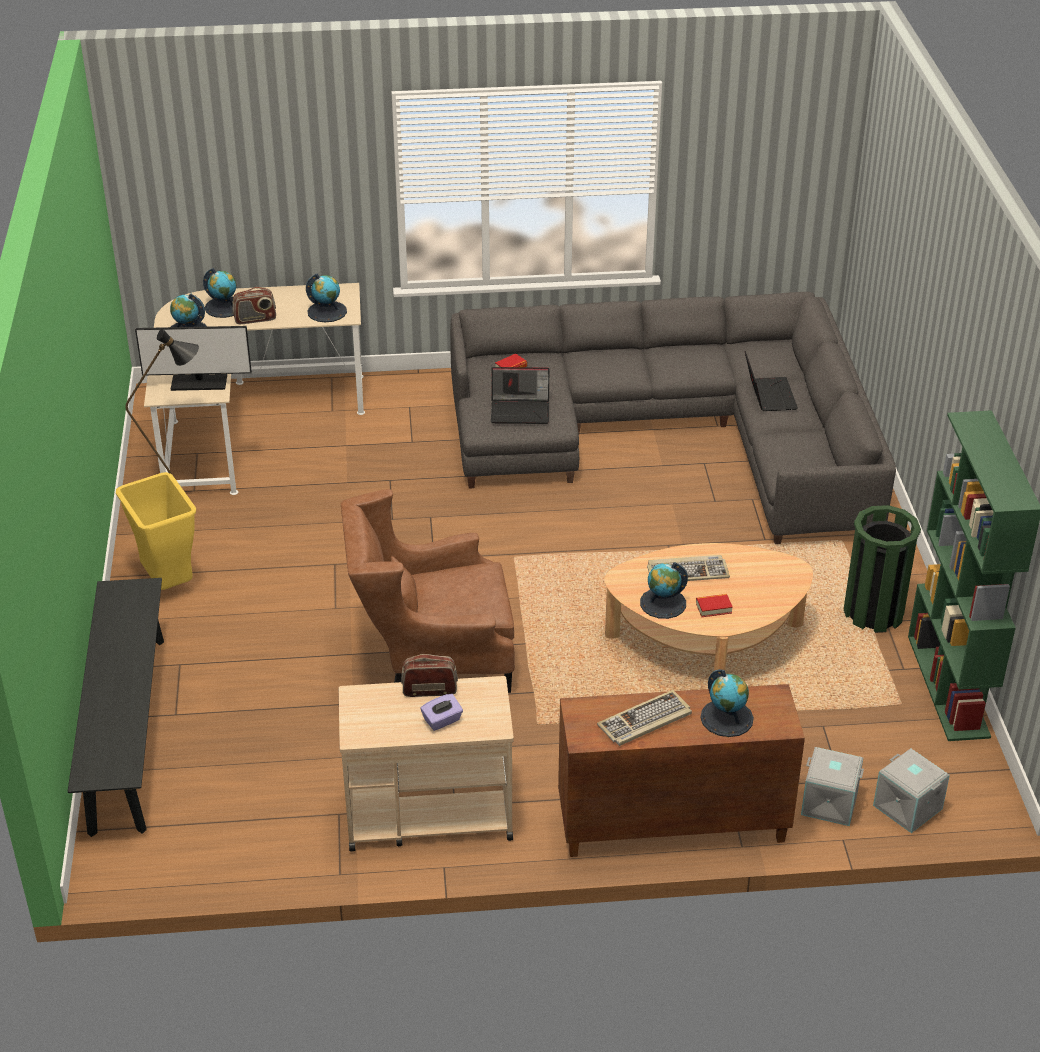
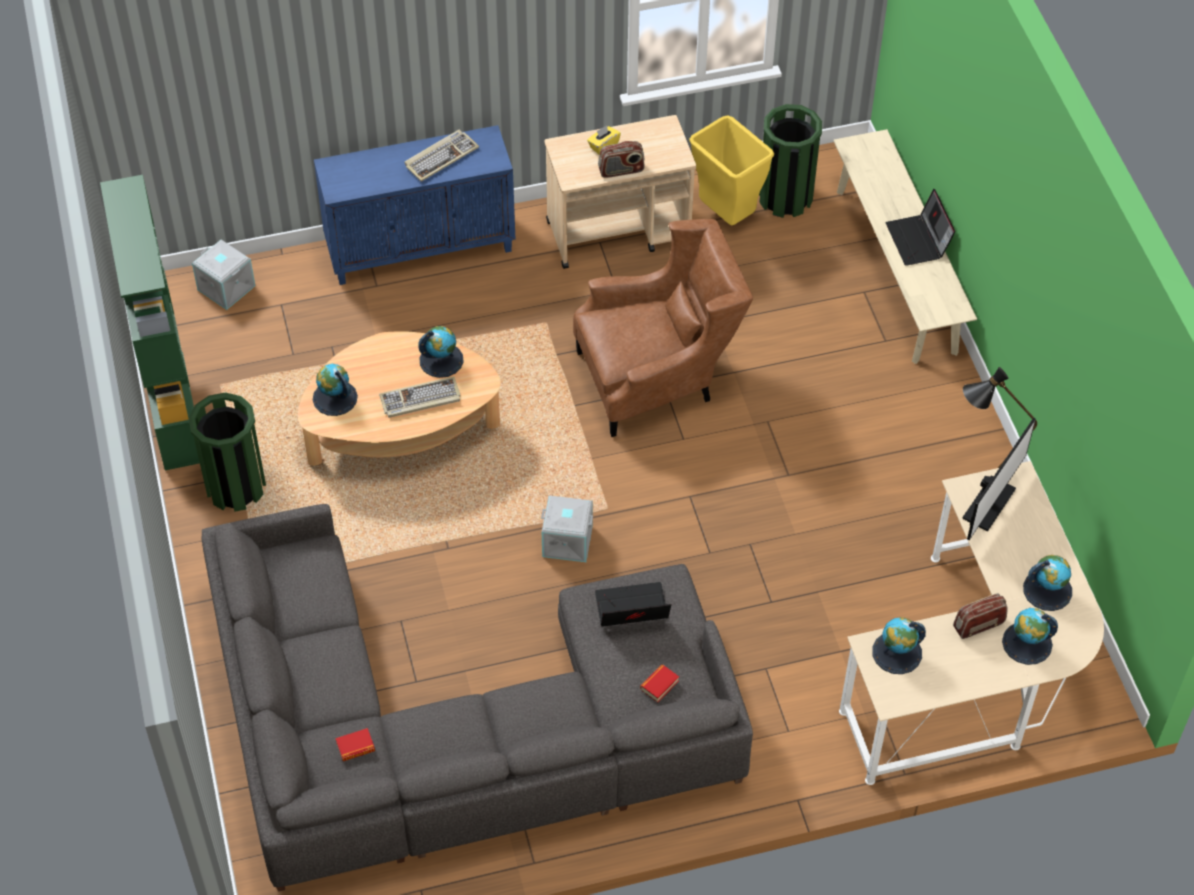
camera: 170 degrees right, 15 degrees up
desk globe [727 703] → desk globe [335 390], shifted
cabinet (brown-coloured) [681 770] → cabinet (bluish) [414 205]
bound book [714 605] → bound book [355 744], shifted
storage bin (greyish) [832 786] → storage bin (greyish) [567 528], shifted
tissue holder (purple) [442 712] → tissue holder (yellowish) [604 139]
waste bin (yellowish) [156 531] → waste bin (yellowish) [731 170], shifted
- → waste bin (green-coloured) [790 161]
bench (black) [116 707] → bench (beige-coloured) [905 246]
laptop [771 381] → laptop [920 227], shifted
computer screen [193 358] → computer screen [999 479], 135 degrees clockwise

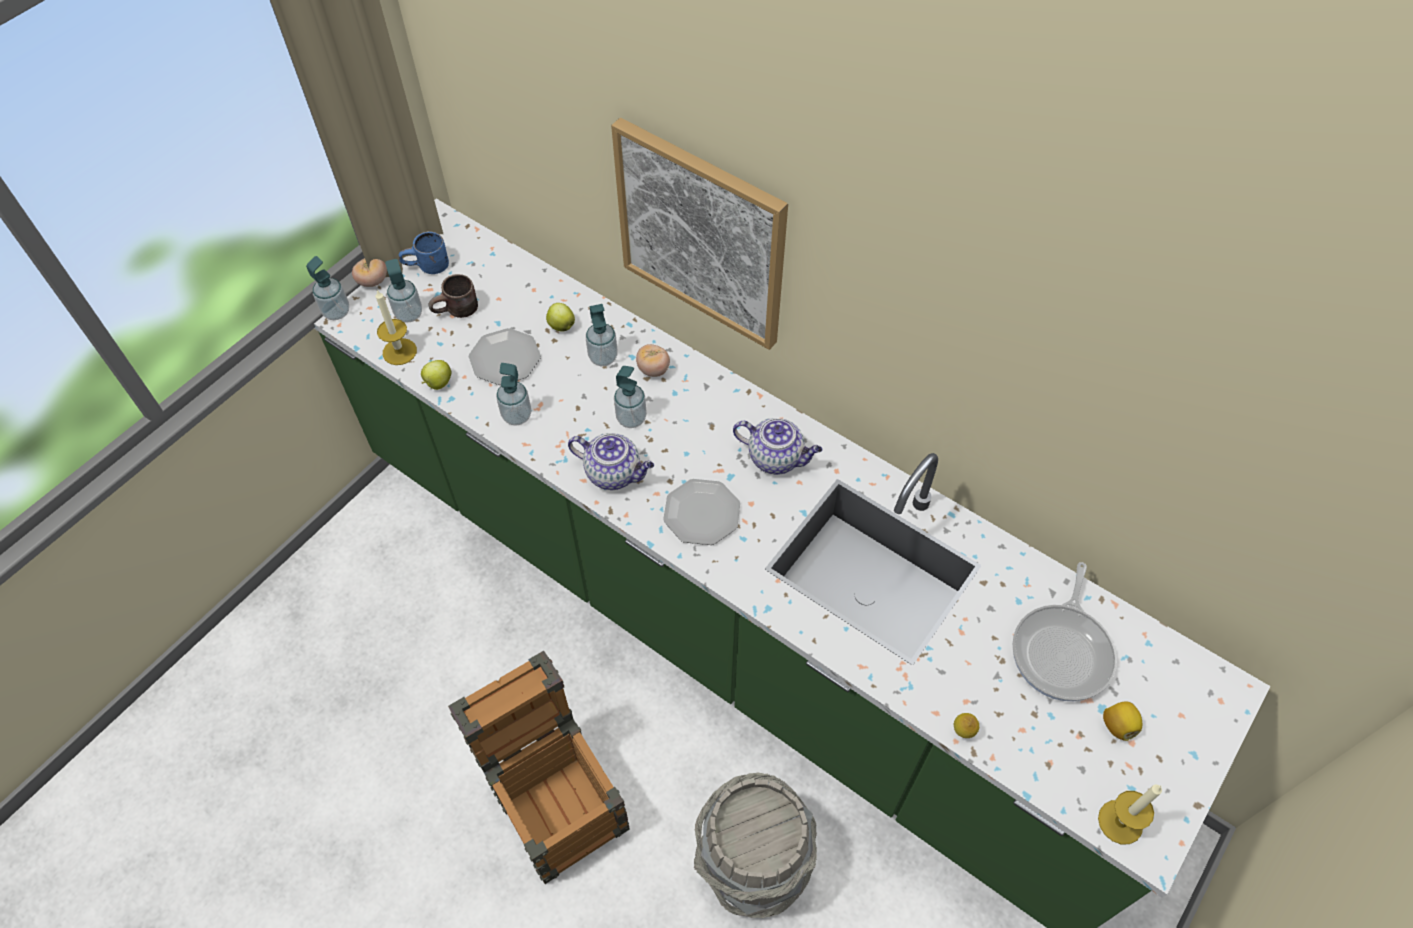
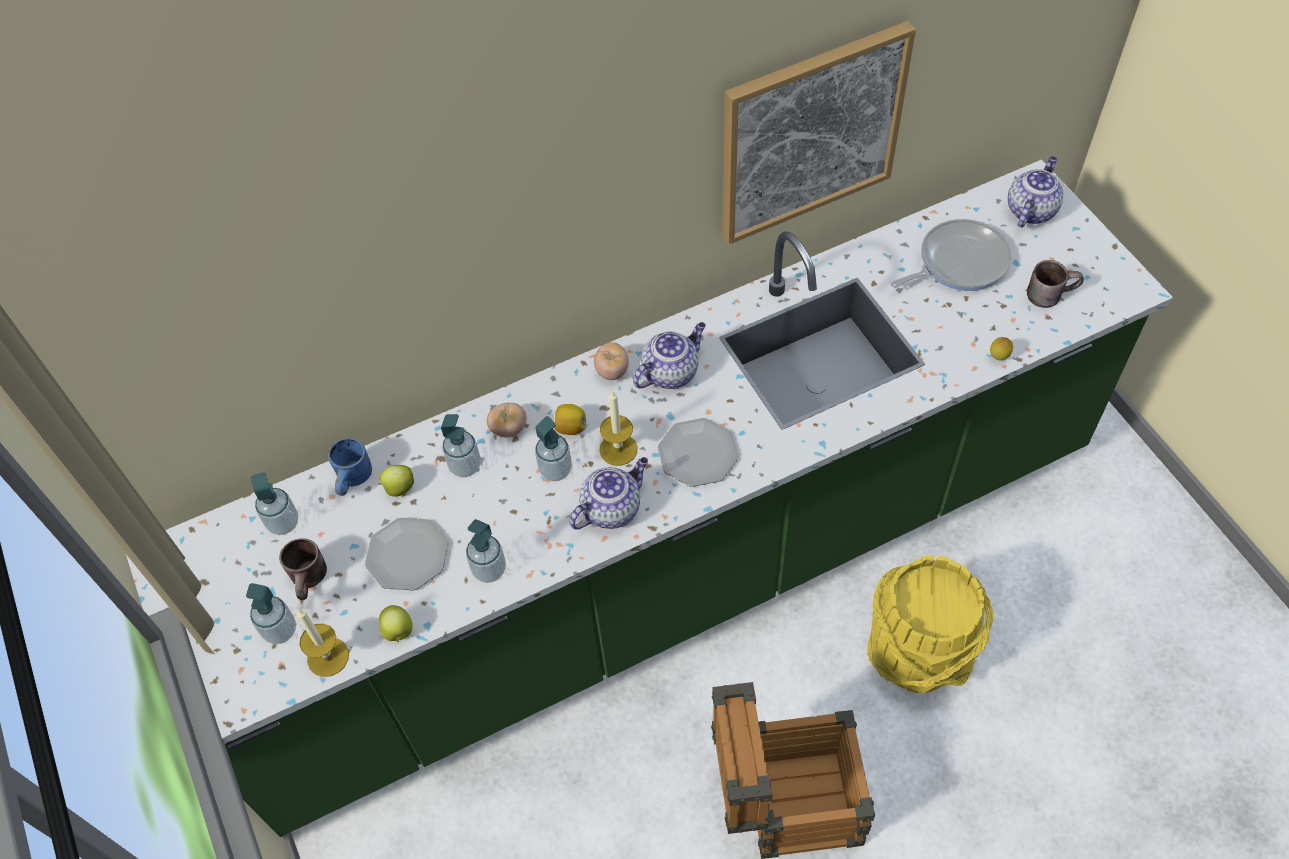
camera: 60 degrees left, 0 degrees up
liquid soap bottle [327 288] → liquid soap bottle [274 503], shifted
tea mug (bluish) [423 252] → tea mug (bluish) [350 467], shifted
whole lemon [1122 721] → whole lemon [570 419], shifted
fresh tomato [369 272] → fresh tomato [611 361], shifted
wax candle [1130 814] → wax candle [618 428], shifted
picture [699 234] → picture [819 132], shifted
bucket (greyish) [755 845] → bucket (yellowish) [930 624]
pan [1064 632] → pan [951 255], 75 degrees counterclockwise
- → pot for tea [1036 191]
- → tea mug (brown-coloured) [1055 284]

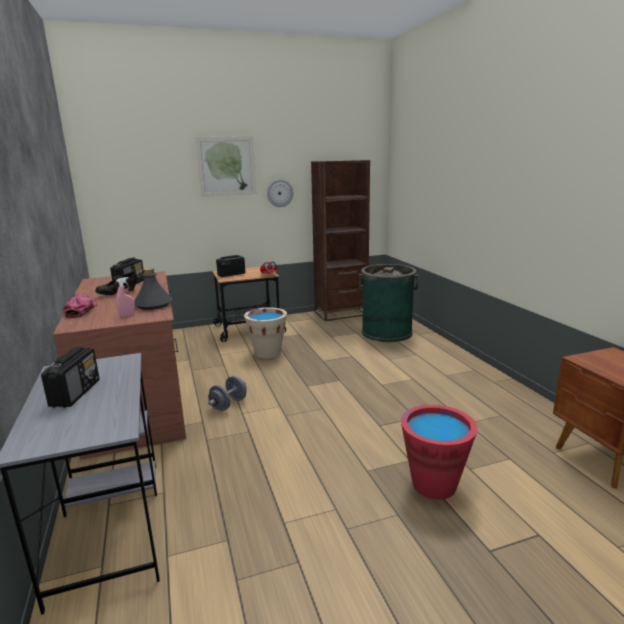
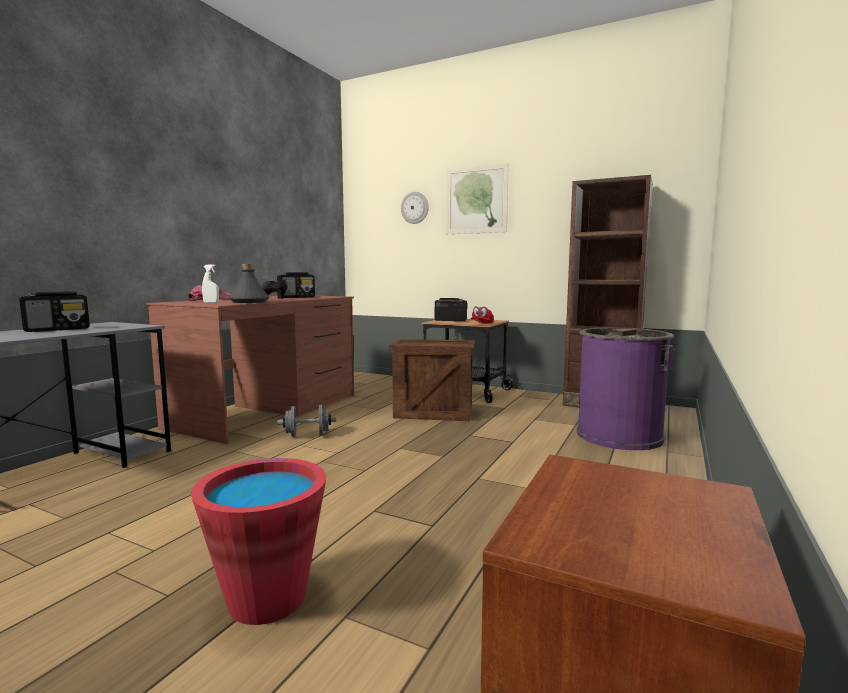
camera: 45 degrees right, 10 degrees down
sprayer (pink) [125 297] → sprayer (whitish) [210 283]
bucket (beige-coloured) [265 333] → packing crate [432 380]
wall clock [280 193] → wall clock [414 208], shifted
waste bin (green-coloured) [389 303] → waste bin (purple) [625 389]

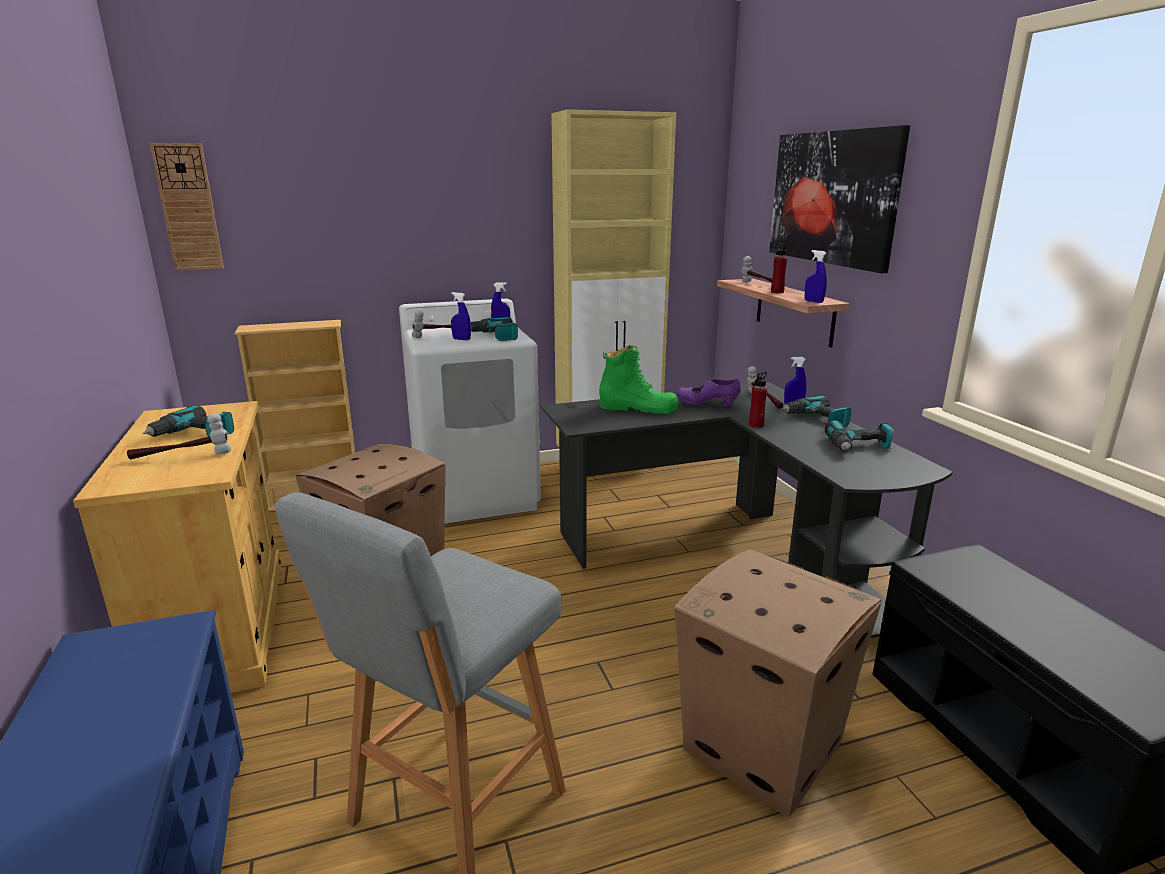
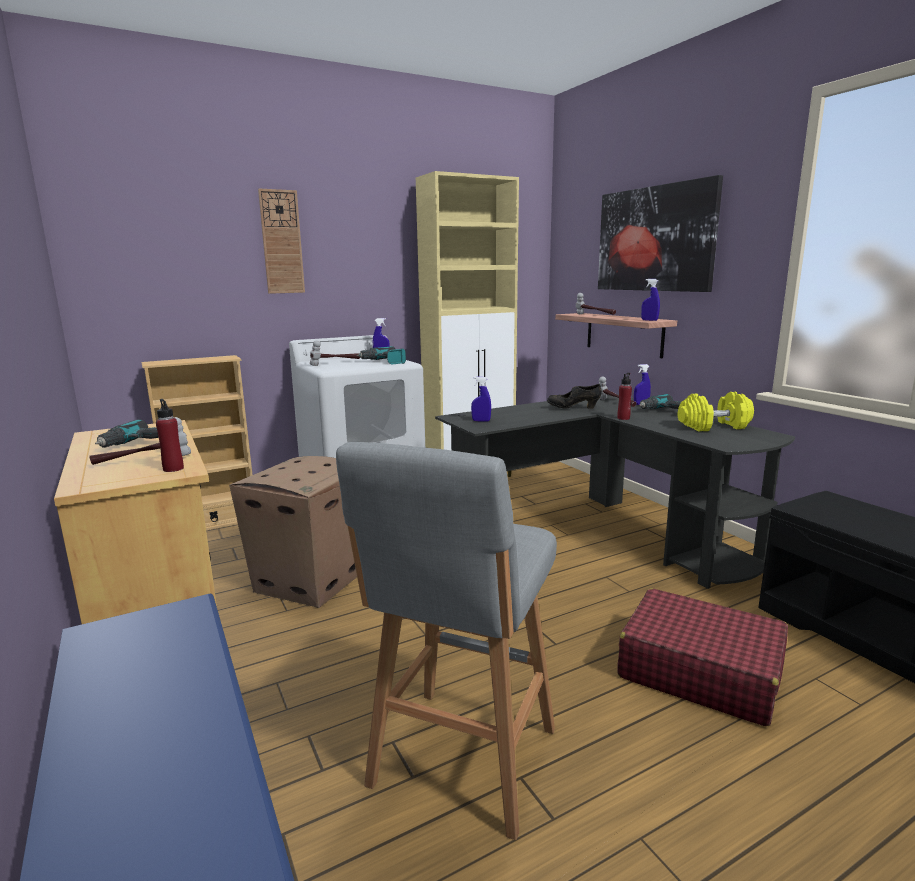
camera: 10 degrees left, 5 degrees down
beverage bottle (red-coloured) [779 268] → beverage bottle (red-coloured) [170 435], shifted
wall clock [187 206] → wall clock [281 241], shifted
sprayer (bluish) [461 316] → sprayer (bluish) [481 399], shifted
low shoe (purple) [708 393] → low shoe (black) [574 396]
packing box [777 683] → travel case (red-coloured) [702 657]
electric drill [860 436] → hand weight (yellowish) [715 411]
high-top boot (green-coloured) [638 379] → -

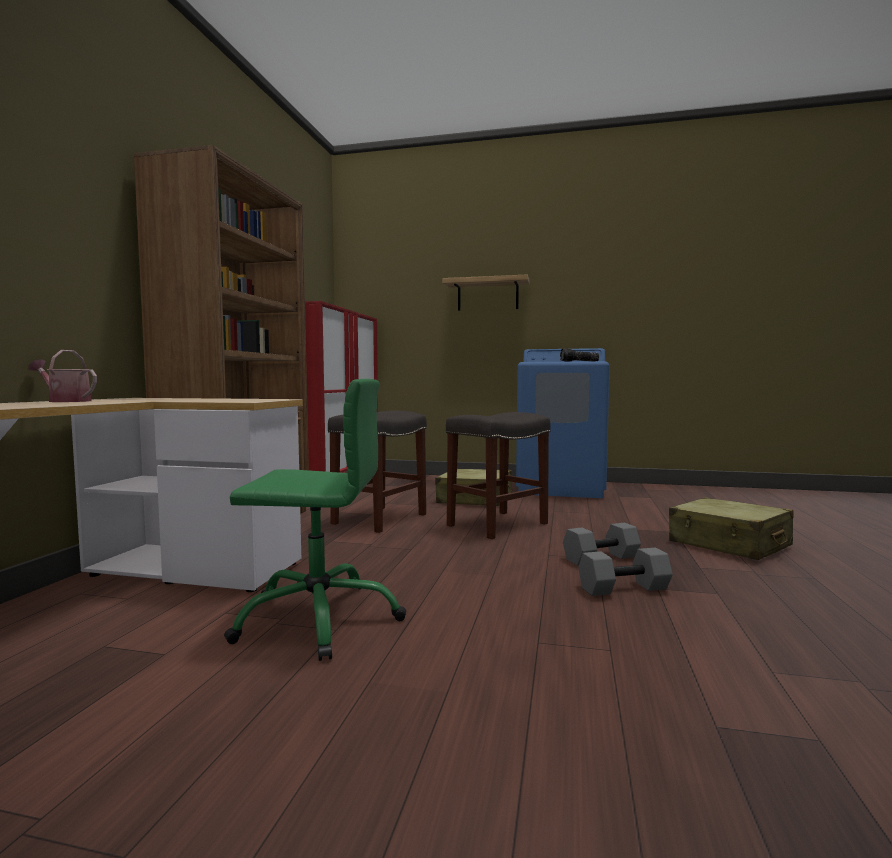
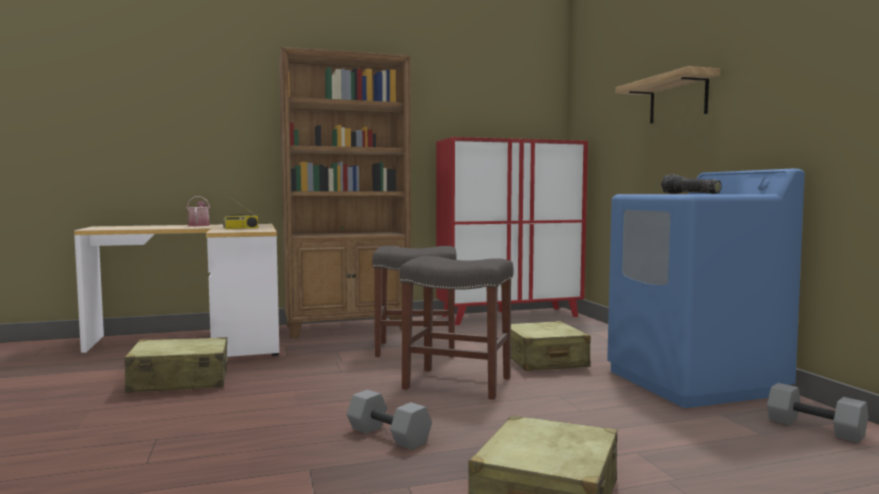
camera: 60 degrees right, 0 degrees up
computer chair (green-coloured) [315 520] → travel case (beige-coloured) [176 365]
- → radio [240 213]
hand weight (greyish) [625 572] → hand weight (greyish) [817 413], shifted

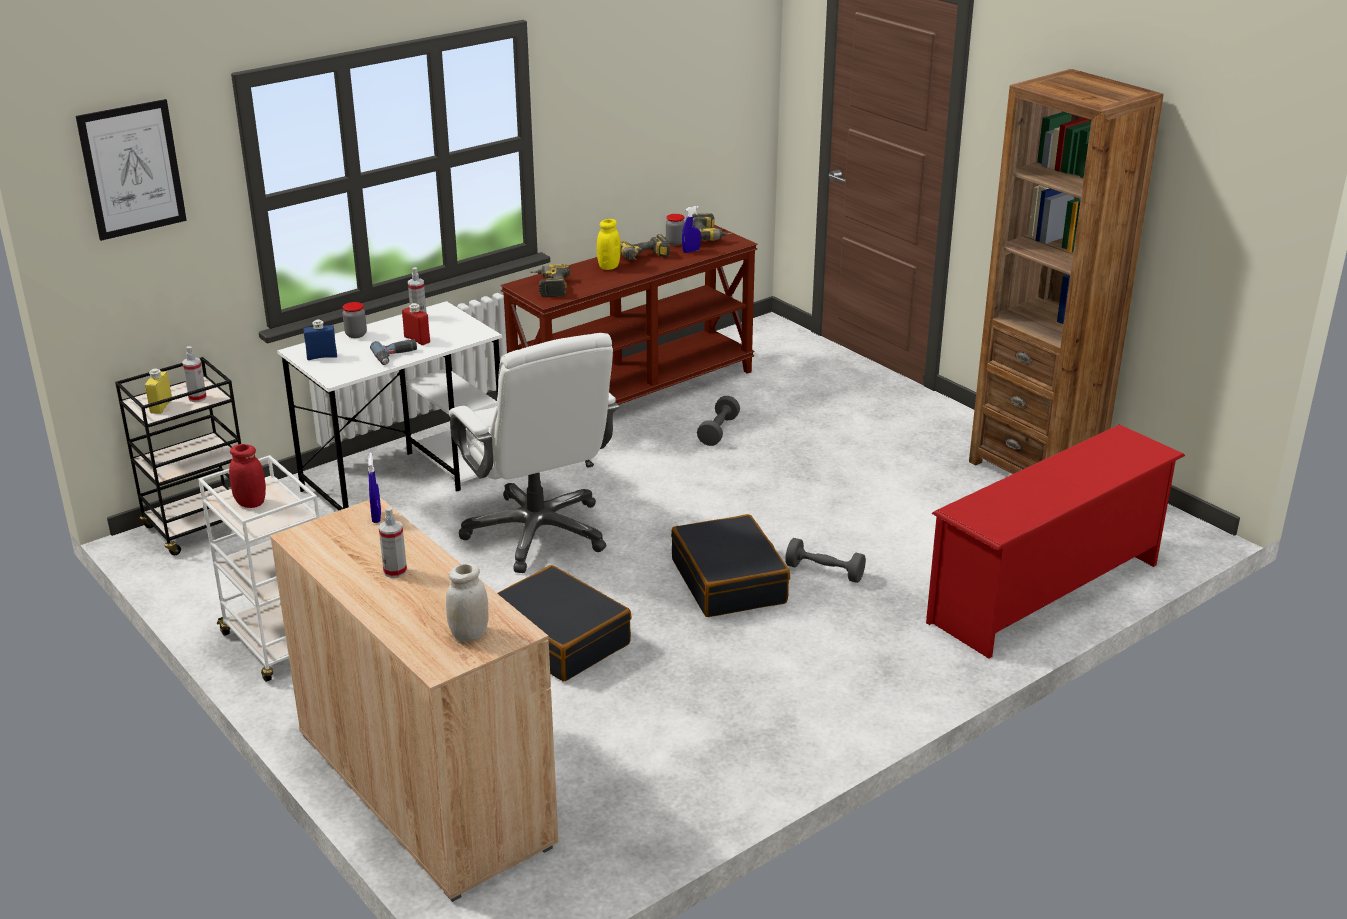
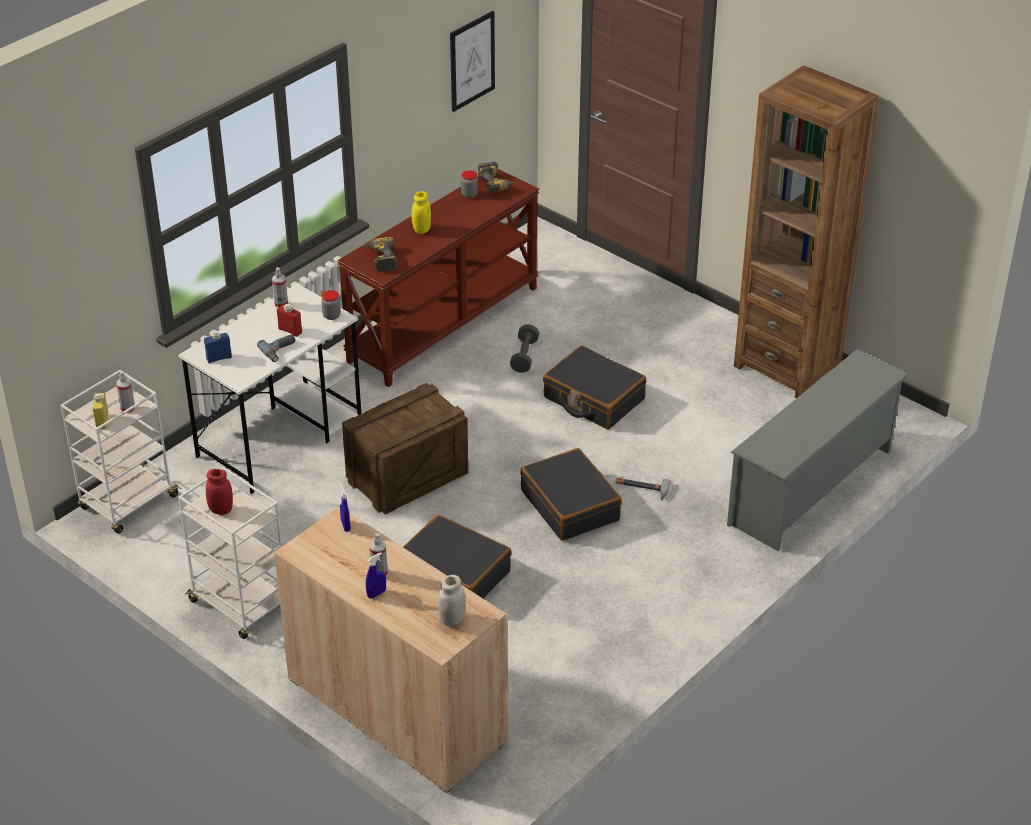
camera: 10 degrees left, 10 degrees up
trolley (black) [178 456] → trolley (whitish) [120 452]
preserve jar [355 320] → preserve jar [331 305], shifted
computer chair (whitish) [534 453] → packing crate [405 449]
sprayer (bluish) [691 229] → sprayer (bluish) [376 575], shifted
picture [131 170] → picture [472 61], shifted
- → travel case (black) [594 387]
hand weight (greyish) [825 560] → tool hammer [643 489]
shoe stand (red-coloured) [1055 541] → shoe stand (greyish) [818 450]
electric drill [645 247] → -

